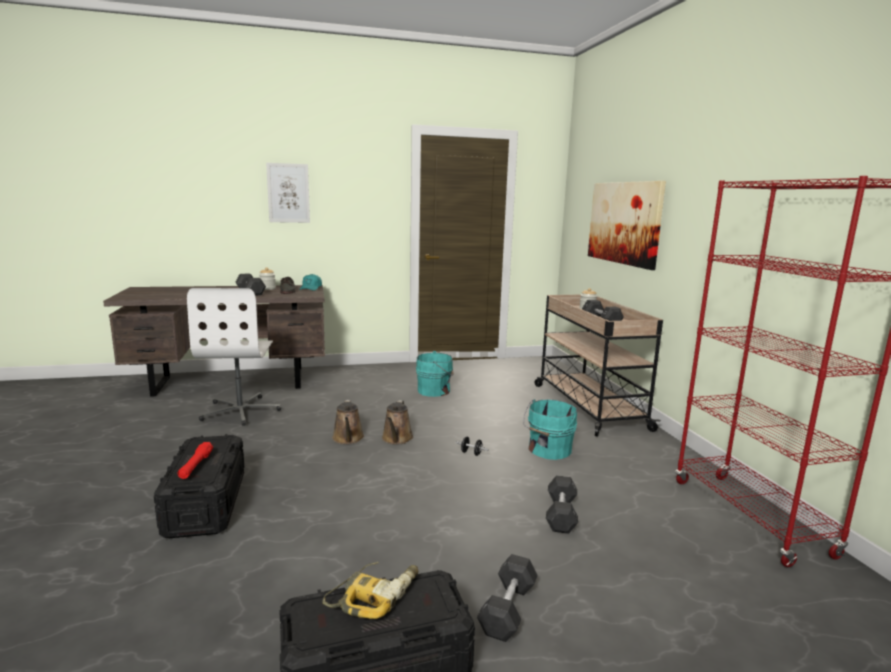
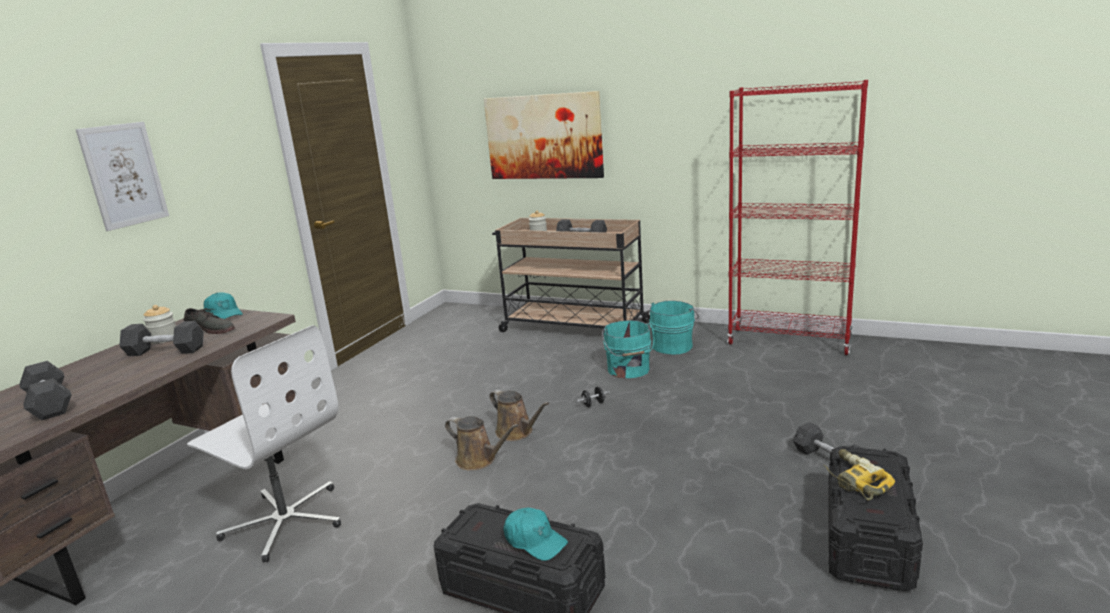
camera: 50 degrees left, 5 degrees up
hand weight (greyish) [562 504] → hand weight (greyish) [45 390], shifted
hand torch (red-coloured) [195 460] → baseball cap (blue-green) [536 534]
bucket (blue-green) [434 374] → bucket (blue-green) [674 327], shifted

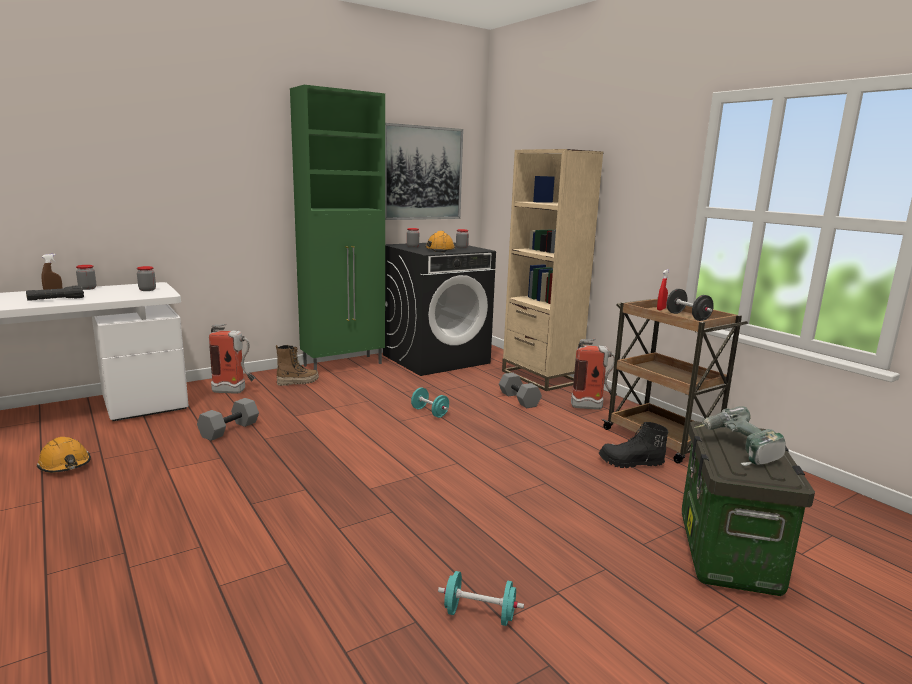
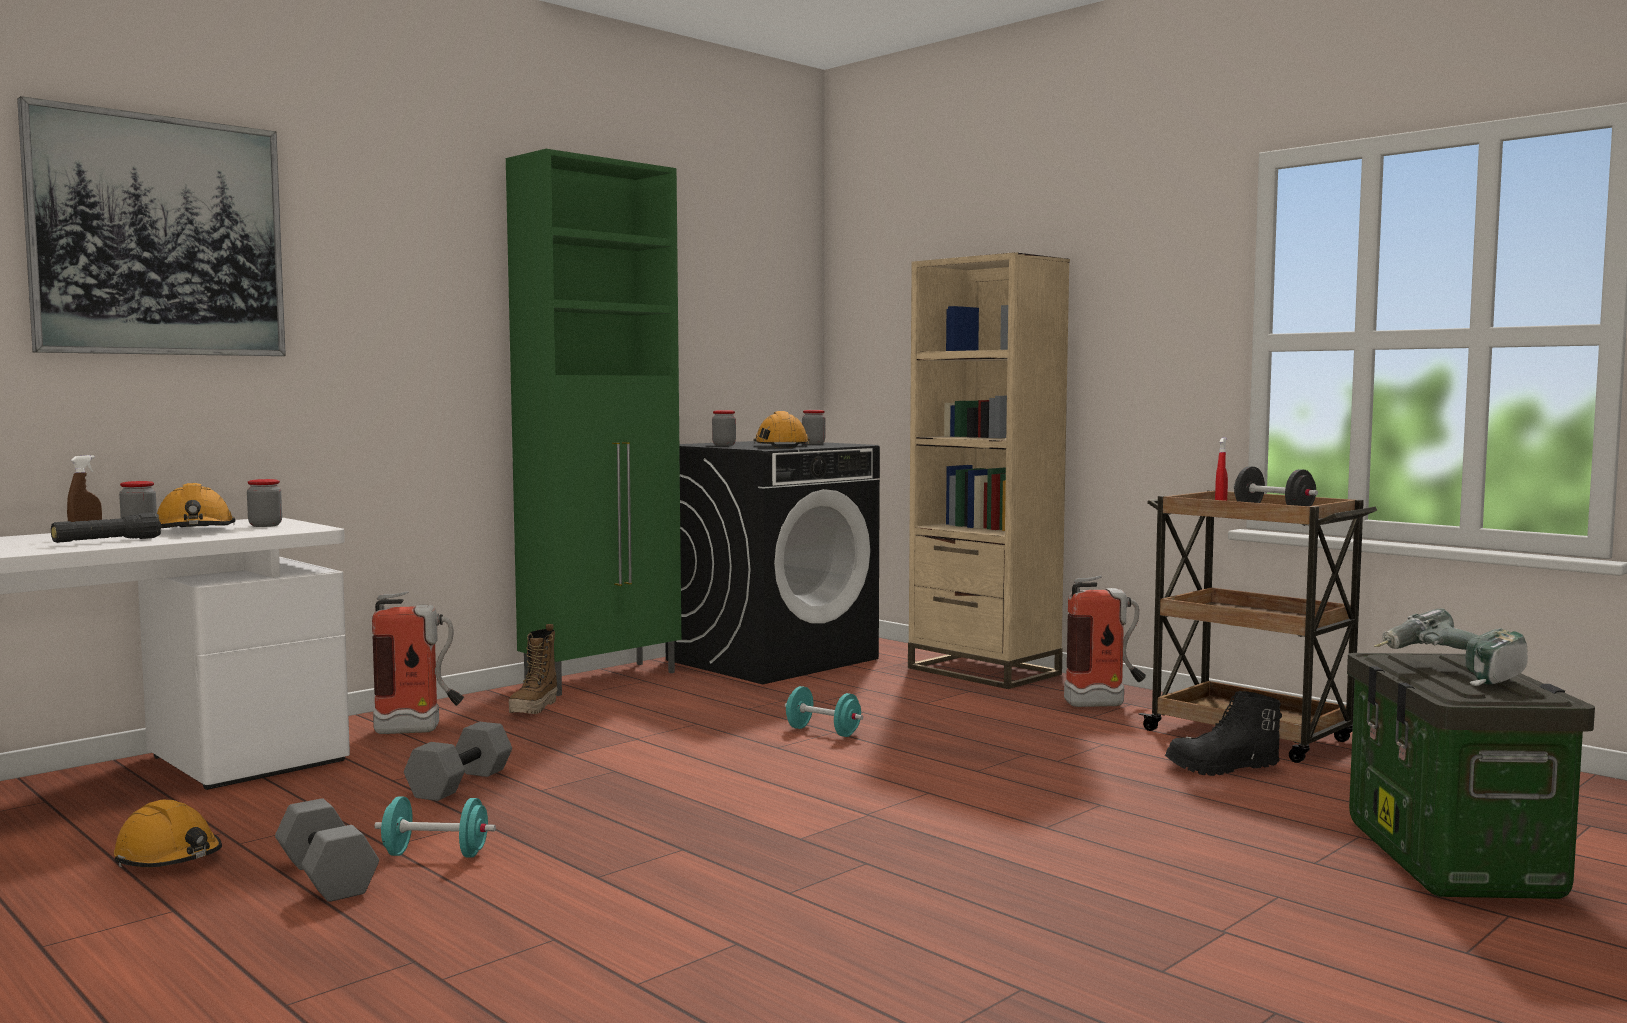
camera: 10 degrees left, 10 degrees down
picture [424 171] → picture [151 226], shifted
- → hard hat (orangey) [196 505]
hand weight (greyish) [520 390] → hand weight (greyish) [327 850], shifted
hand weight (blue-green) [481 598] → hand weight (blue-green) [435 827], shifted
high-top boot [297 365] → high-top boot [533 669], 135 degrees clockwise

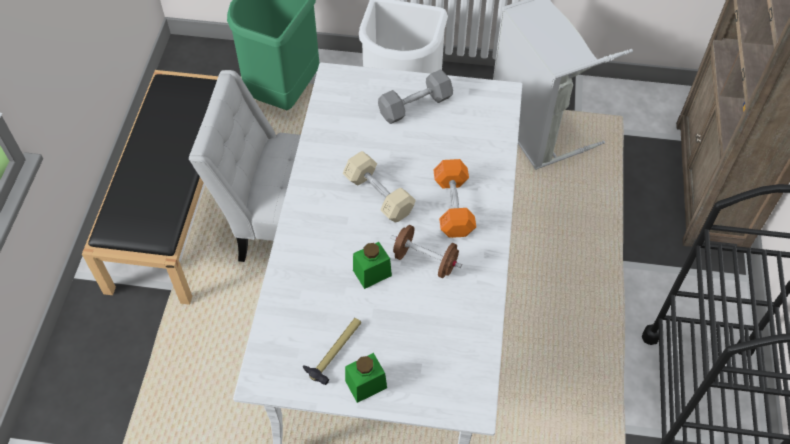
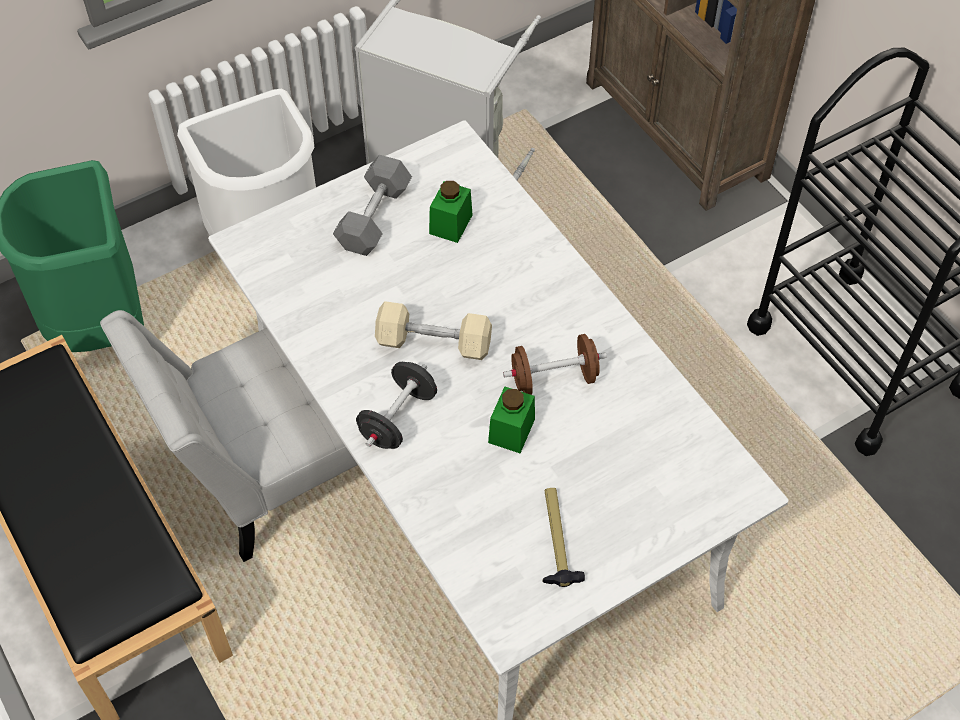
camera: 40 degrees left, 0 degrees up
- → hand weight (black) [396 405]
preserve jar (green-coloured) [366 378] → preserve jar (green-coloured) [451 212], shifted
hand weight (orangey) [454 198] → -

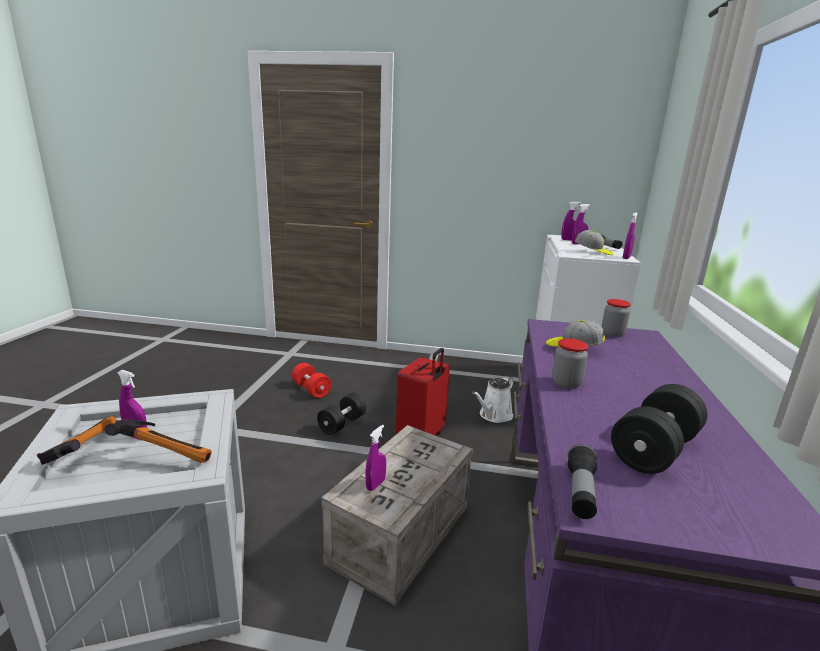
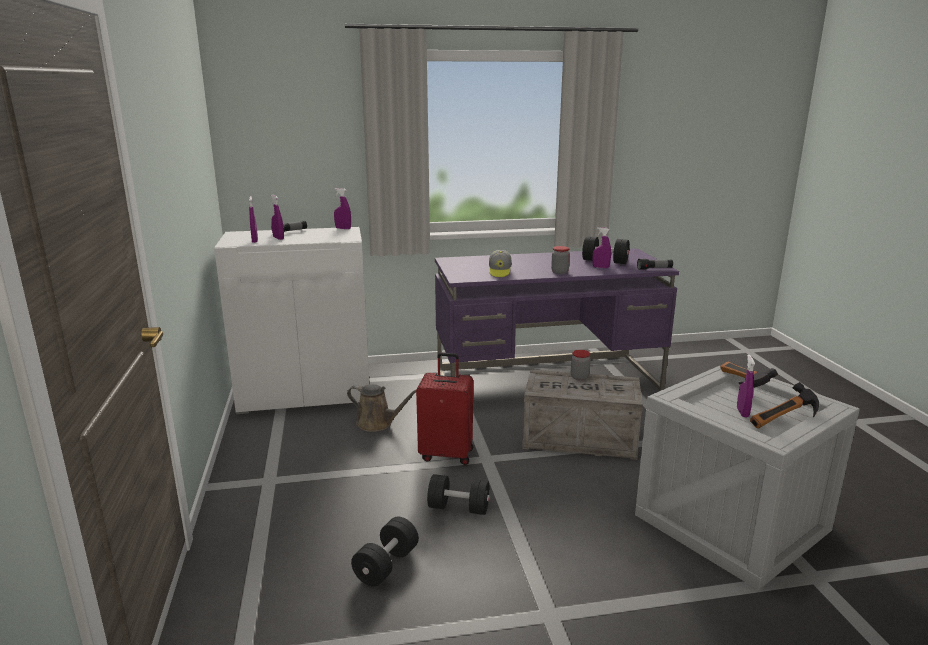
camera: 110 degrees left, 0 degrees up
watering can (whitish) [493 399] → watering can (brown-coloured) [382 408]
hand weight (red-coloured) [312 380] → hand weight (black) [385 552]
preserve jar [616 318] → preserve jar [581 365], shifted
sprayer (purple) [376 458] → sprayer (purple) [602 247], shifted
baseball cap [594 242] → -

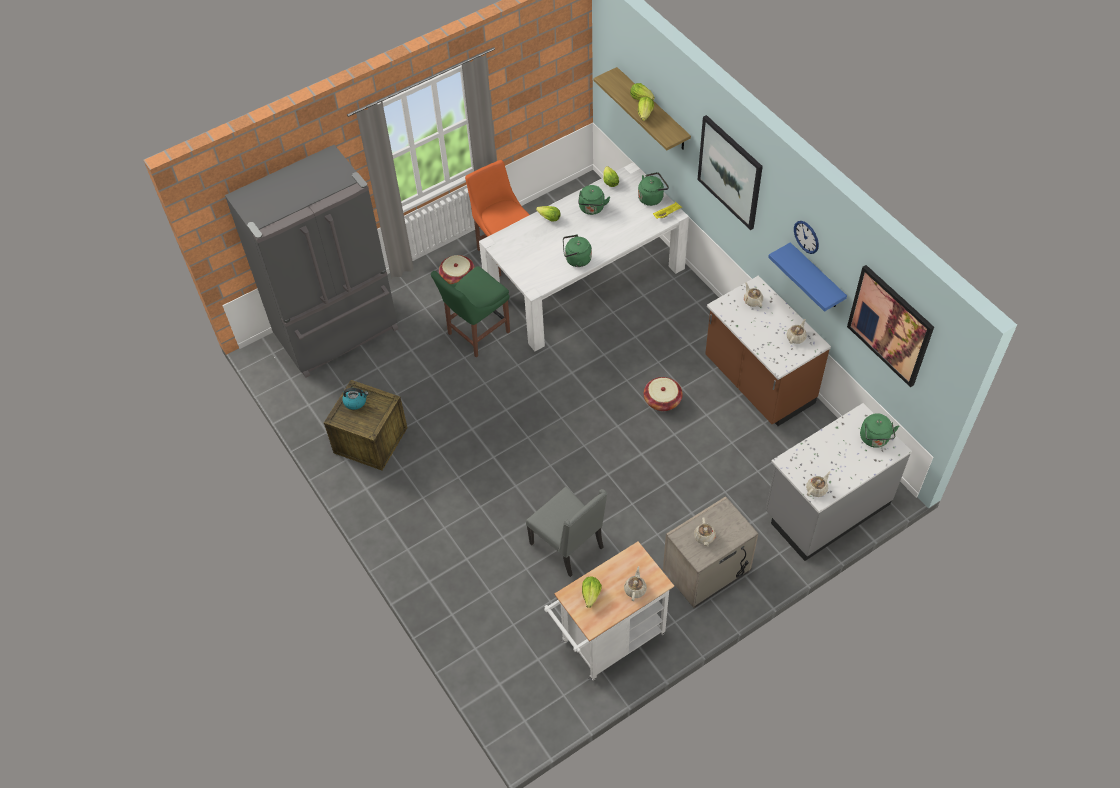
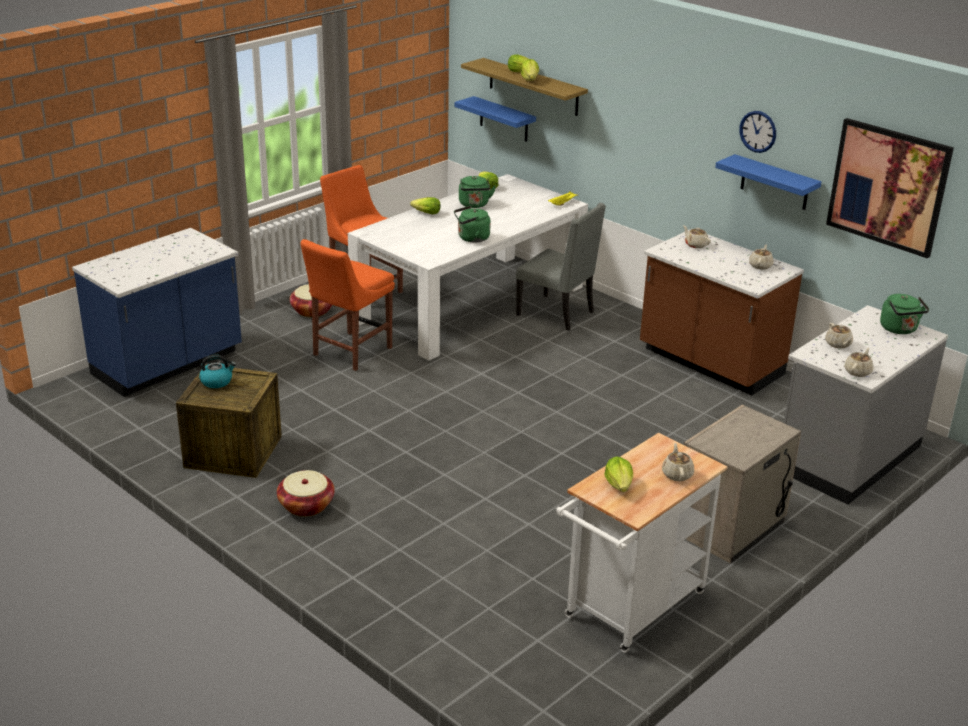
camera: 15 degrees left, 25 degrees down
kitchen fridge (greyish) [311 261] → kitchen counter (bluish) [157 312]
storage basket [663 394] → storage basket [306 493], shifted
chair (green-coloured) [470 312] → chair (orangey) [347 305]
- → wall shelf (bluish) [495 119]
chair (greyish) [566 532] → chair (greyish) [561 267], shifted
pot for tea (beige-coloured) [705 532] → pot for tea (beige-coloured) [839 336], shifted
kettle (green-coloured) [653 189] → -
picture [730 172] → -

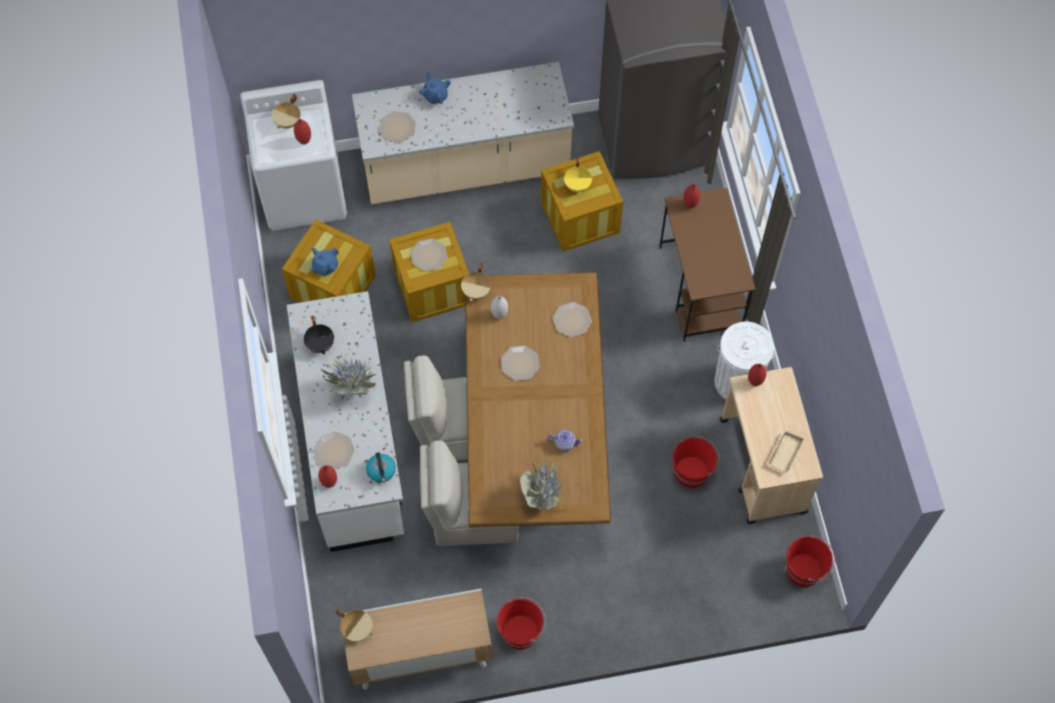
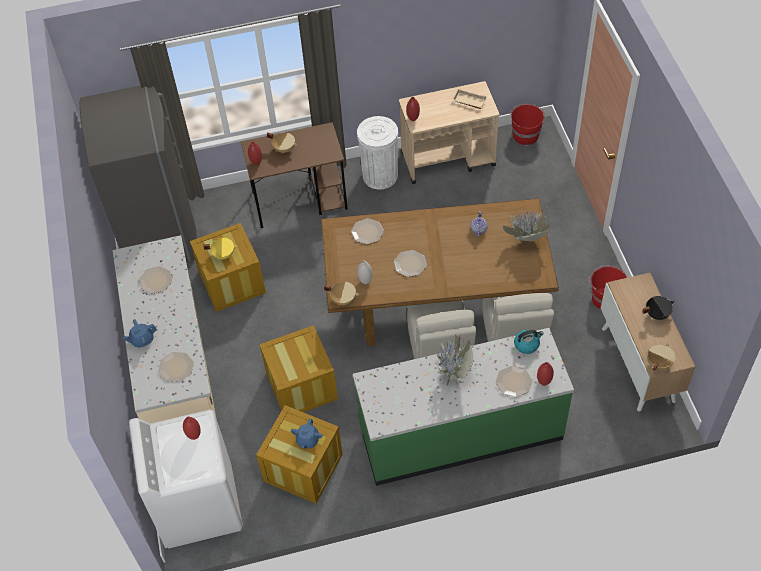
camera: 90 degrees left, 10 degrees down
flat dish [429 254] → flat dish [156 280], shifted
cooking pot (beige-coloured) [285 111] → cooking pot (beige-coloured) [282 142], shifted
pot for tea (bluish) [324 261] → pot for tea (bluish) [306 434], 60 degrees clockwise
kitchen counter (whitish) [345 421] → kitchen counter (green-coloured) [463 407]
cooking pot (black) [319 334] → cooking pot (black) [658 308], shifted
bucket (red-coloured) [696 462] → -

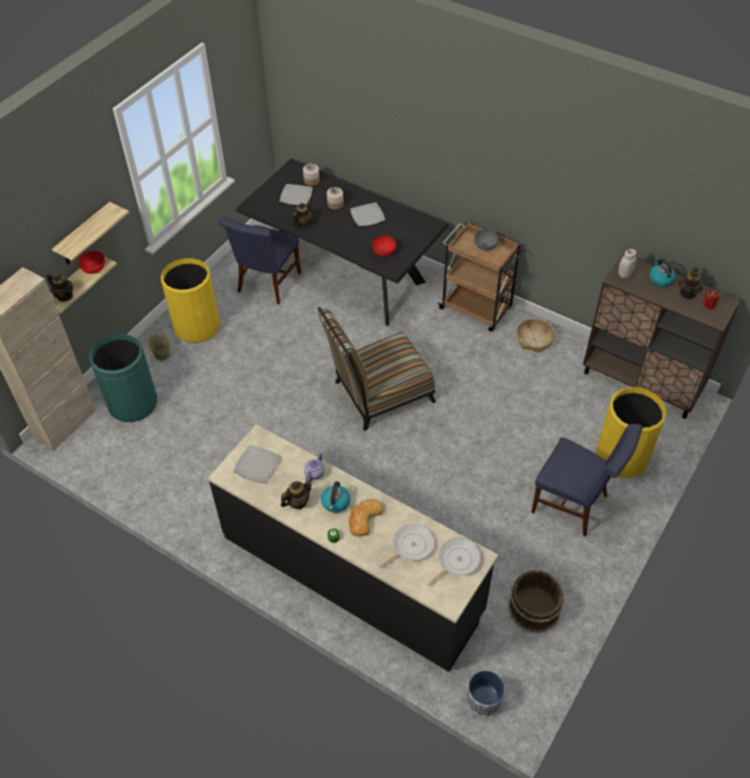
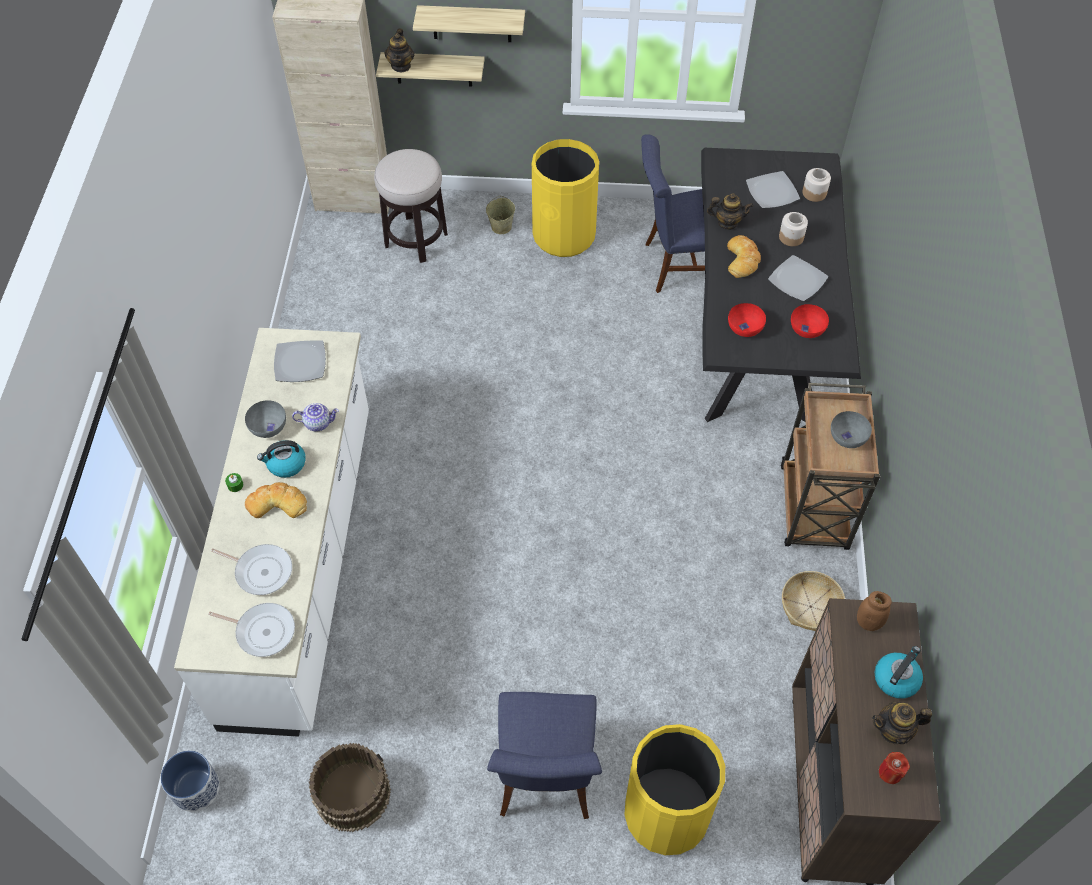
camera: 60 degrees right, 5 degrees up
kitchen counter (black) [353 548] → kitchen counter (whitish) [271 532]
pot for tea [296 494] → serving bowl (greyish) [265 419]
waste bin (green-coloured) [123 378] → stool seat [411 206]
- → bakery bread [744 256]
serving bowl (red-coloured) [91 262] → serving bowl (red-coloured) [810 321], shifted
preserve jar (whitish) [627 263] → preserve jar (brown-coloured) [874 611]
chair [377 369] → -

